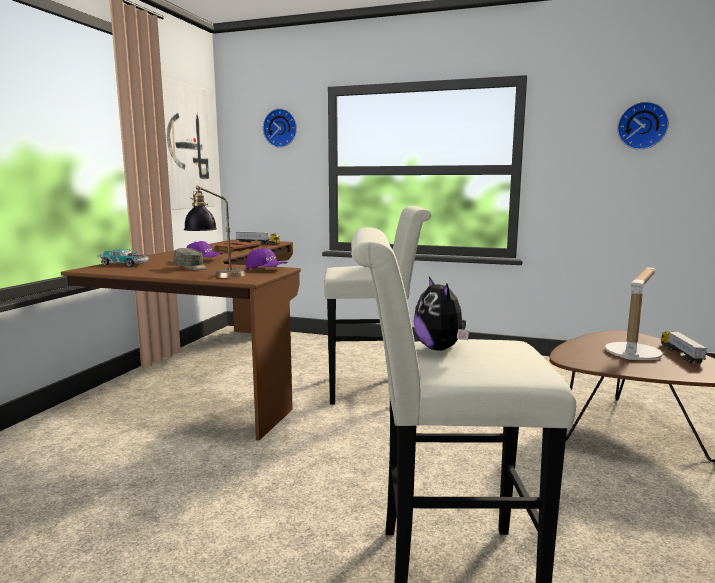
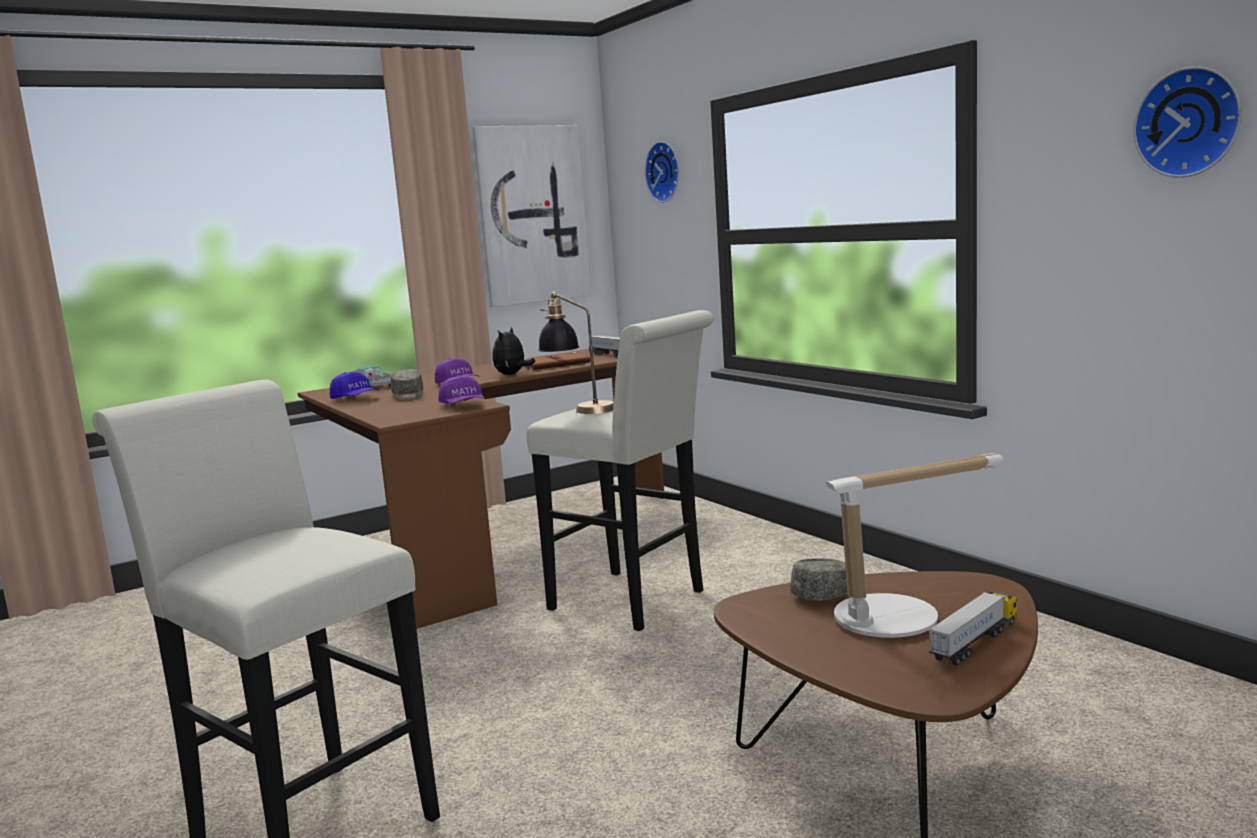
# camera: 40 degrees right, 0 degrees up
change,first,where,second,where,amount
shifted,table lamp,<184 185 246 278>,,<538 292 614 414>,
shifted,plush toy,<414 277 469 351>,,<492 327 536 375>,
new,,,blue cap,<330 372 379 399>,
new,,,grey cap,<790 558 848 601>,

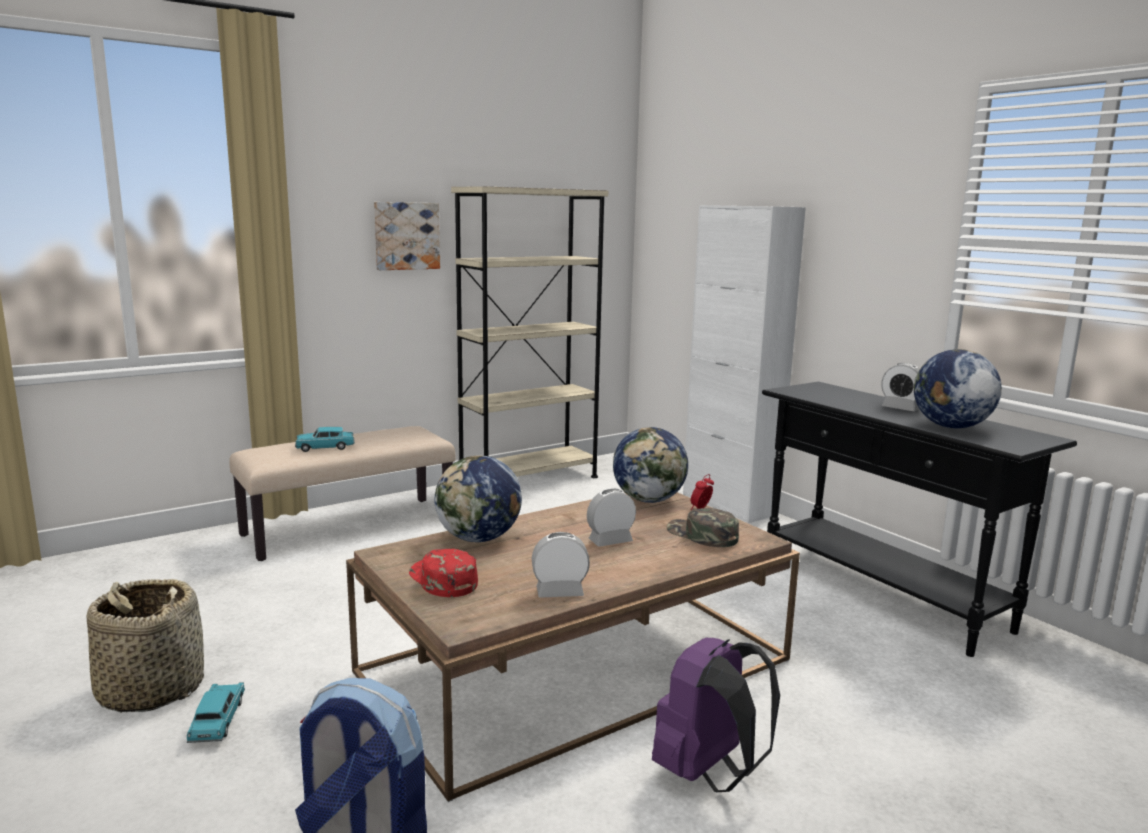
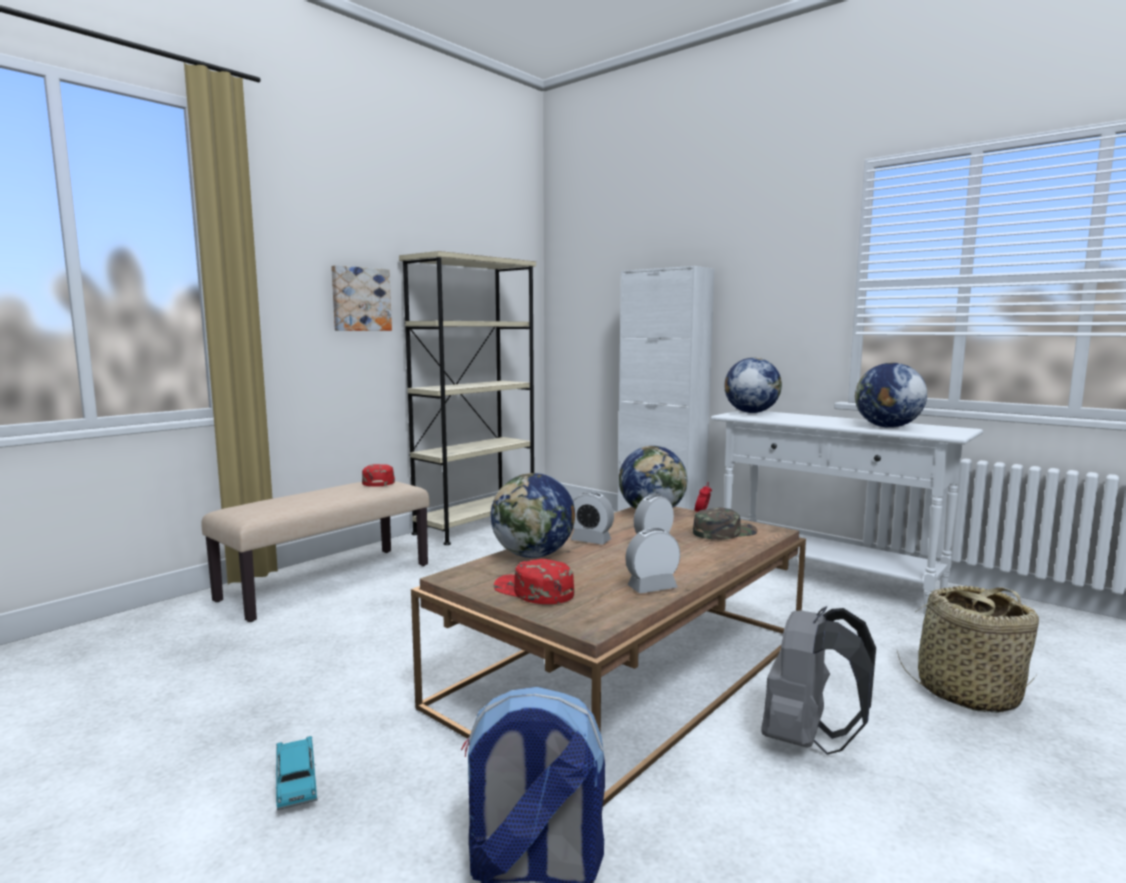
# camera: 15 degrees left, 5 degrees down
change,first,where,second,where,amount
shifted,alarm clock,<881 363 920 411>,,<571 492 614 544>,
repainted,black console table,<762 382 1077 657>,white console table,<711 410 983 614>,
gone,turquoise toy car,<295 427 355 452>,,,
rotated,green cap,<667 508 739 547>,,<693 508 758 540>,120 degrees clockwise
shifted,basket,<87 579 204 713>,,<897 586 1039 713>,
repainted,purple backpack,<652 638 780 792>,grey backpack,<761 606 876 755>,
new,,,globe,<724 358 782 413>,
new,,,red cap,<362 464 395 487>,

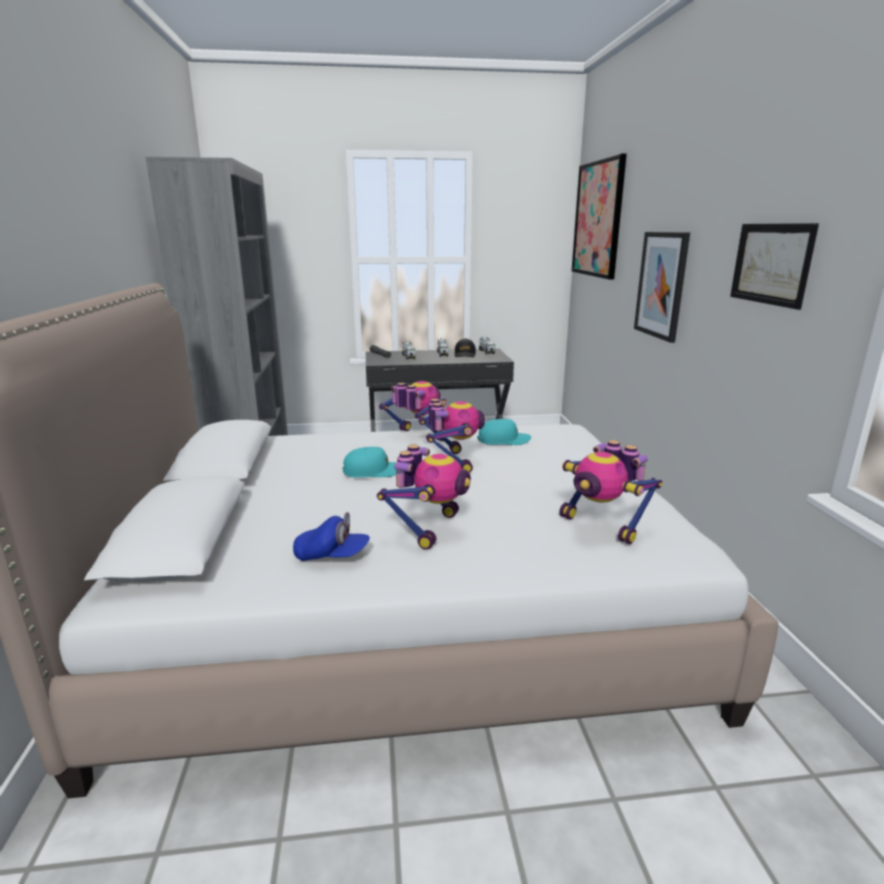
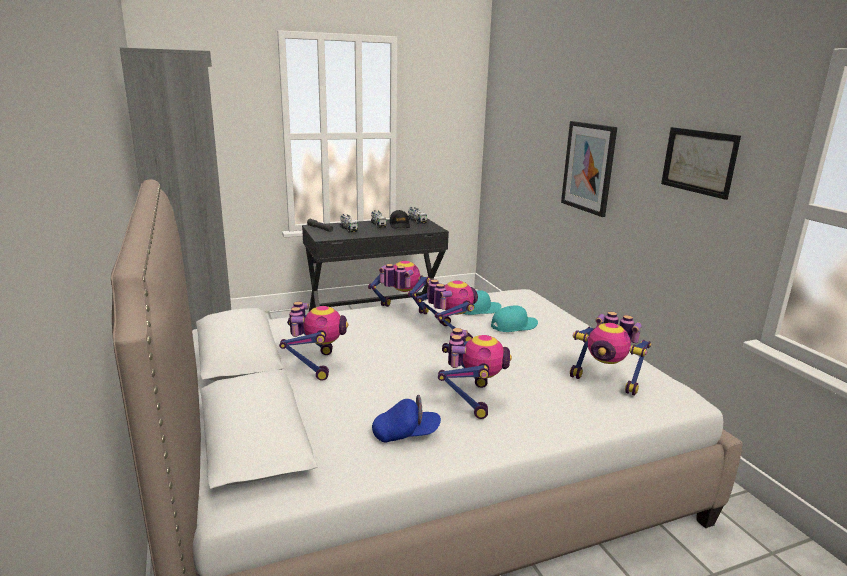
# camera: 15 degrees left, 0 degrees up
change,first,where,second,where,amount
gone,picture,<572 153 627 280>,,,
shifted,turquoise cap,<343 447 397 478>,,<491 305 538 332>,
new,,,toy robot,<279 301 348 381>,

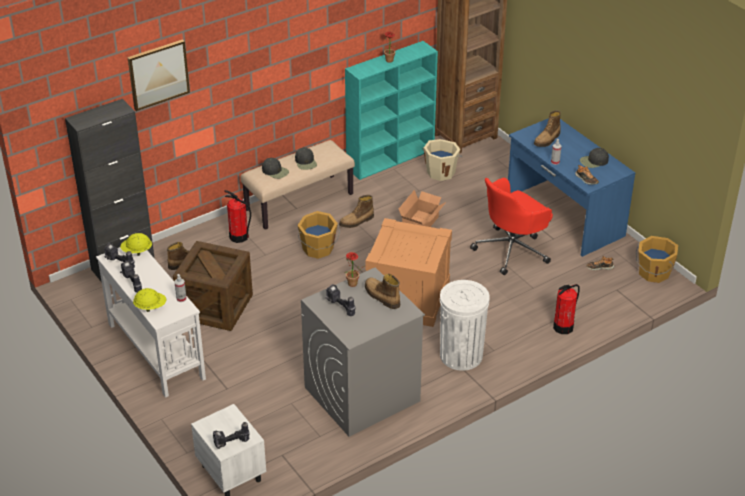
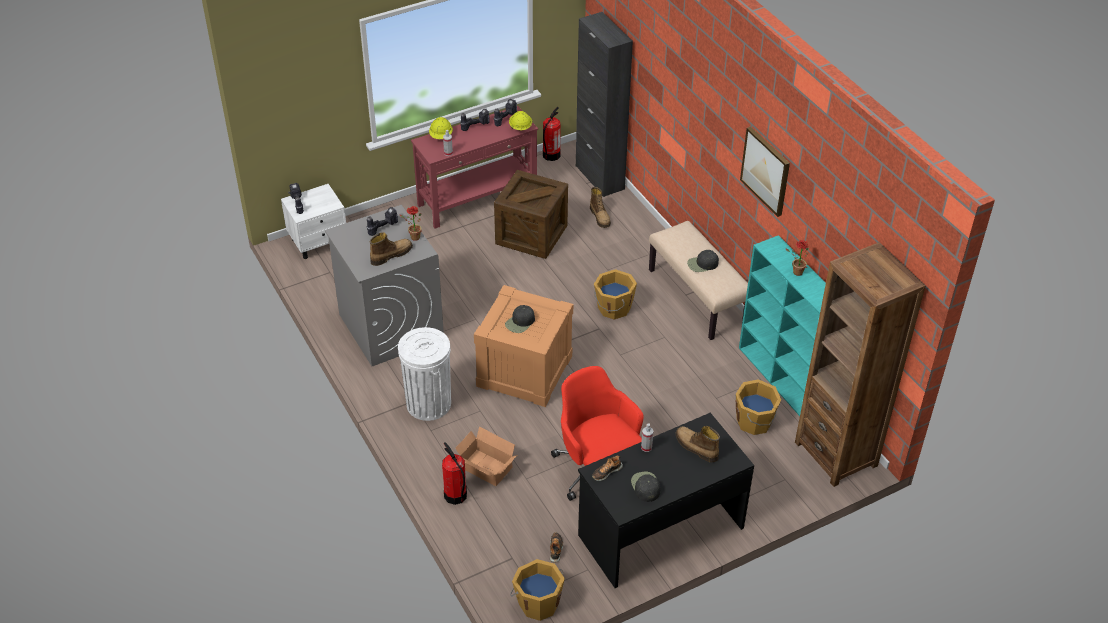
# camera: 95 degrees right, 5 degrees up
change,first,where,second,where,amount
shifted,picture,<127 39 190 111>,,<740 127 790 217>,
repainted,blue desk,<508 118 635 257>,black desk,<578 413 754 588>,
repainted,beige bucket,<422 139 463 181>,orange bucket,<736 379 781 435>,
shifted,black cap,<262 158 289 179>,,<505 305 535 333>,
shifted,fire extinguisher,<224 190 251 243>,,<543 107 561 161>,
shifted,cardboard box,<399 190 446 227>,,<455 427 517 486>,
gone,boot,<339 195 374 228>,,,
repainted,white console table,<96 247 206 398>,red console table,<411 106 538 229>,

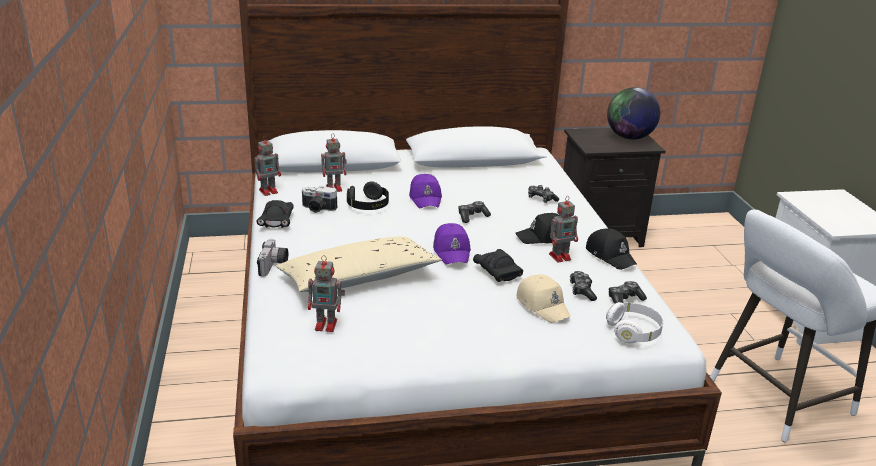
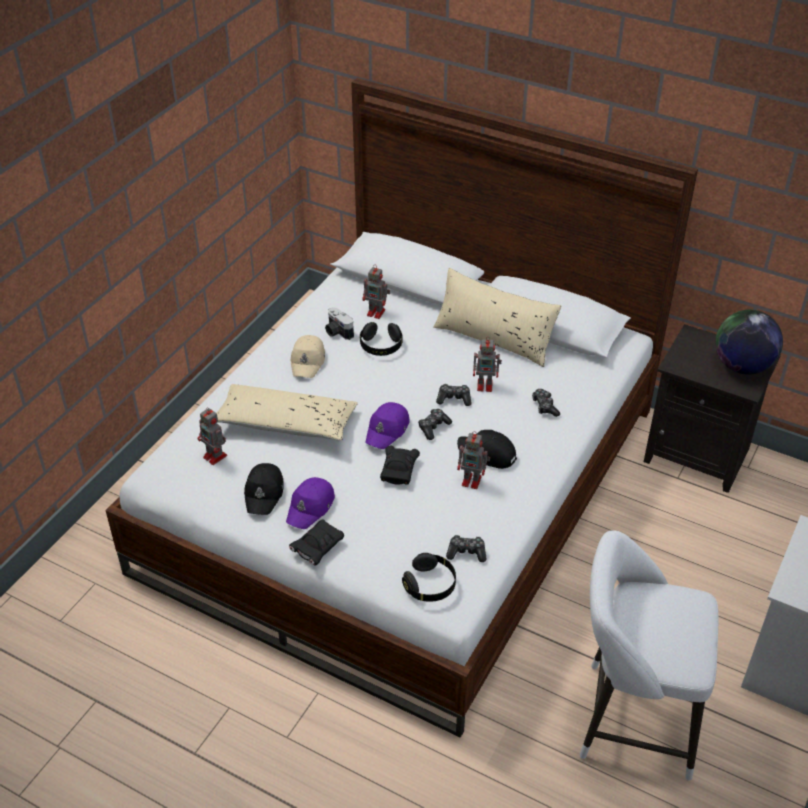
# camera: 40 degrees right, 15 degrees up
change,first,where,second,where,amount
shifted,toy robot,<254 137 281 196>,,<473 337 502 392>,
shifted,purple cap,<409 174 442 208>,,<286 477 335 529>,
shifted,black toy car,<256 200 294 228>,,<289 519 344 566>,
shifted,black cap,<586 228 637 270>,,<244 463 284 515>,
gone,photo camera,<257 239 288 277>,,,
shifted,game controller,<570 271 597 301>,,<418 409 452 440>,
shifted,beige cap,<517 274 571 323>,,<290 335 325 378>,
repainted,white headphones,<606 302 663 344>,black headphones,<402 553 456 602>,
new,,,beige pillow,<433 268 561 367>,

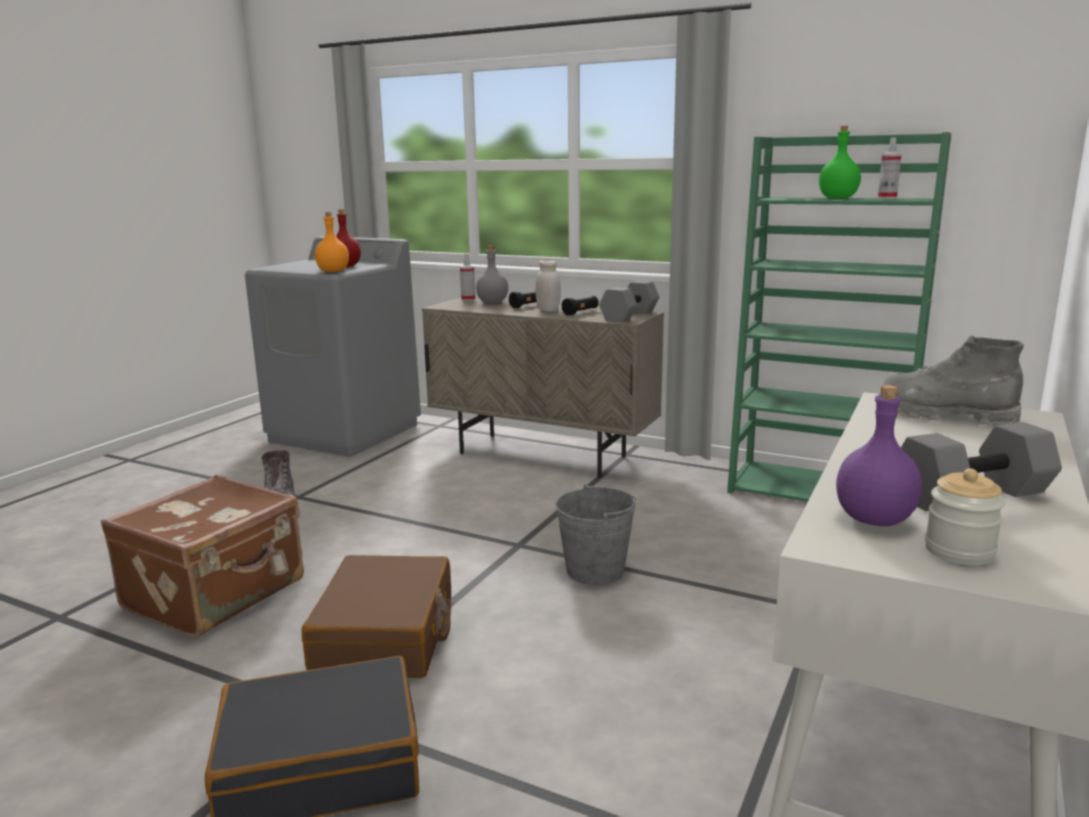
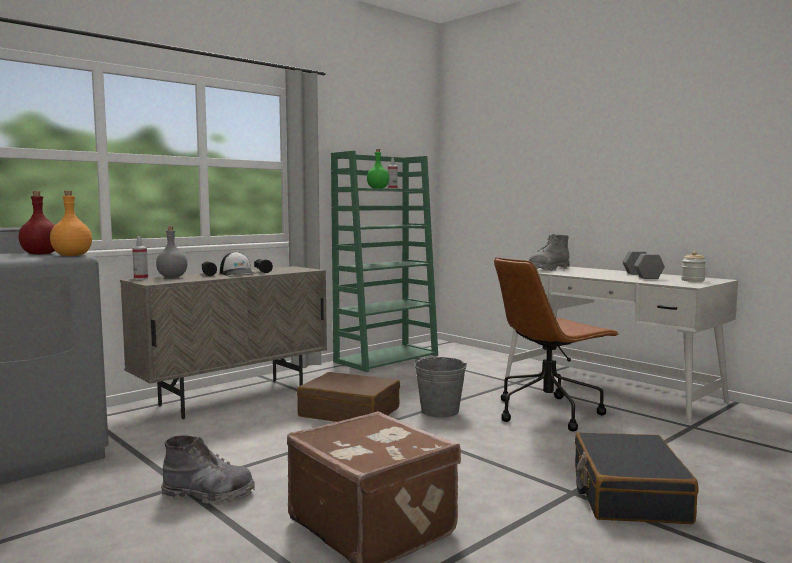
# camera: 70 degrees left, 10 degrees down
change,first,where,second,where,amount
swapped,white jar,<536 260 561 312>,cap,<220 252 256 276>,
gone,grey dumbbell,<599 280 659 323>,,,
gone,purple bottle,<836 385 922 526>,,,
shifted,brown suitcase,<302 555 451 678>,,<297 372 400 422>,
new,,,brown office chair,<494 257 619 432>,

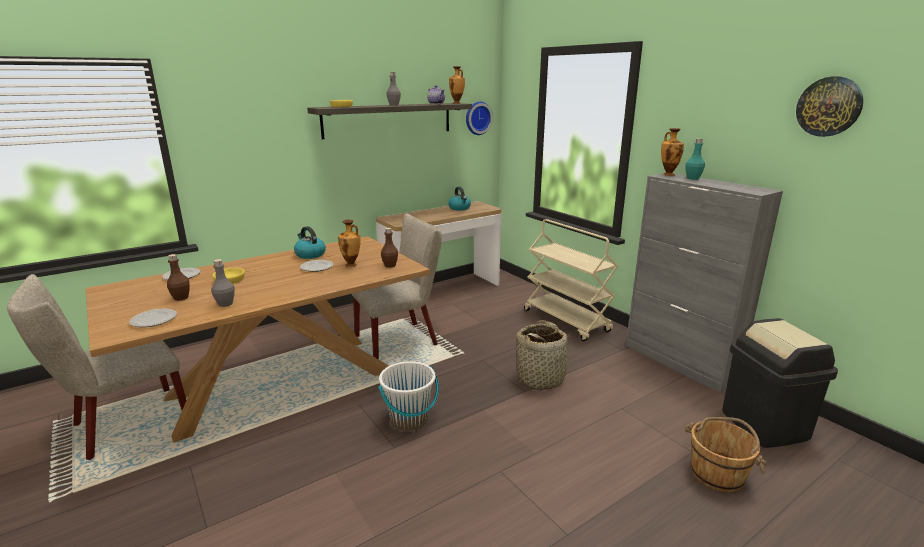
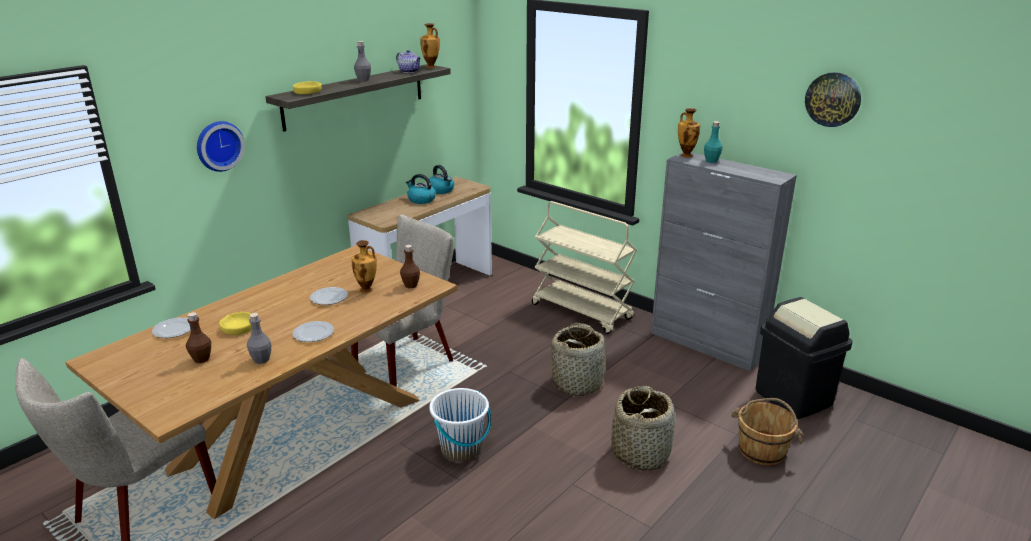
# camera: 15 degrees left, 5 degrees up
change,first,where,second,where,amount
shifted,wall clock,<466 101 493 135>,,<197 121 245 172>,
shifted,kettle,<294 226 326 259>,,<406 174 436 204>,
shifted,plate,<129 309 177 327>,,<292 321 334 342>,
new,,,basket,<612 386 675 470>,

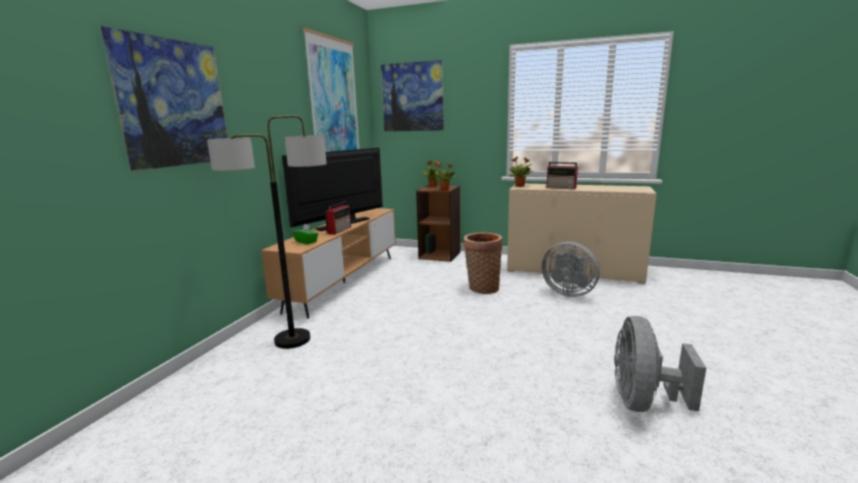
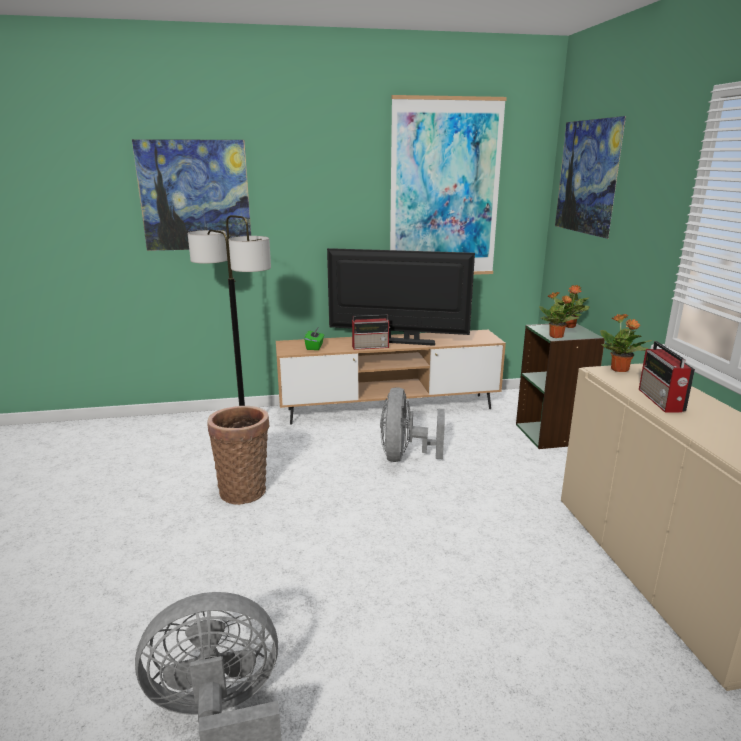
# camera: 60 degrees right, 5 degrees up
change,first,where,second,where,amount
repainted,brown bookcase,<416 185 460 262>,green bookcase,<516 323 605 449>,
shifted,basket,<464 232 503 294>,,<207 406 269 505>,
shifted,grey fan,<542 241 600 297>,,<380 387 445 462>,

